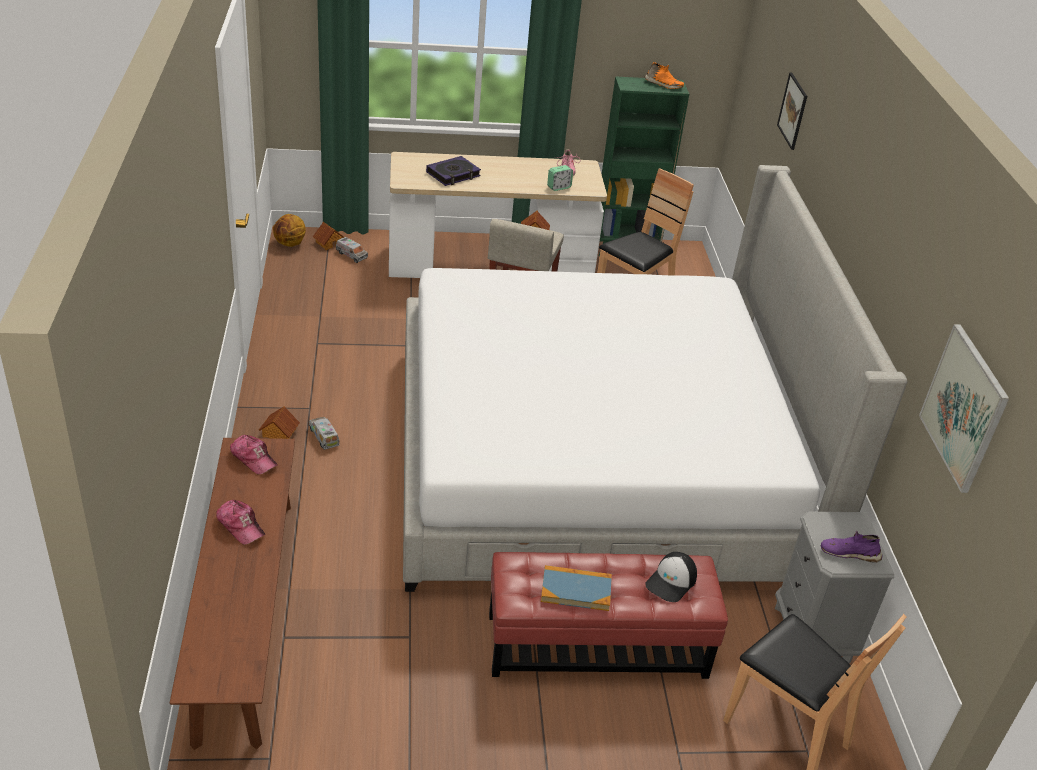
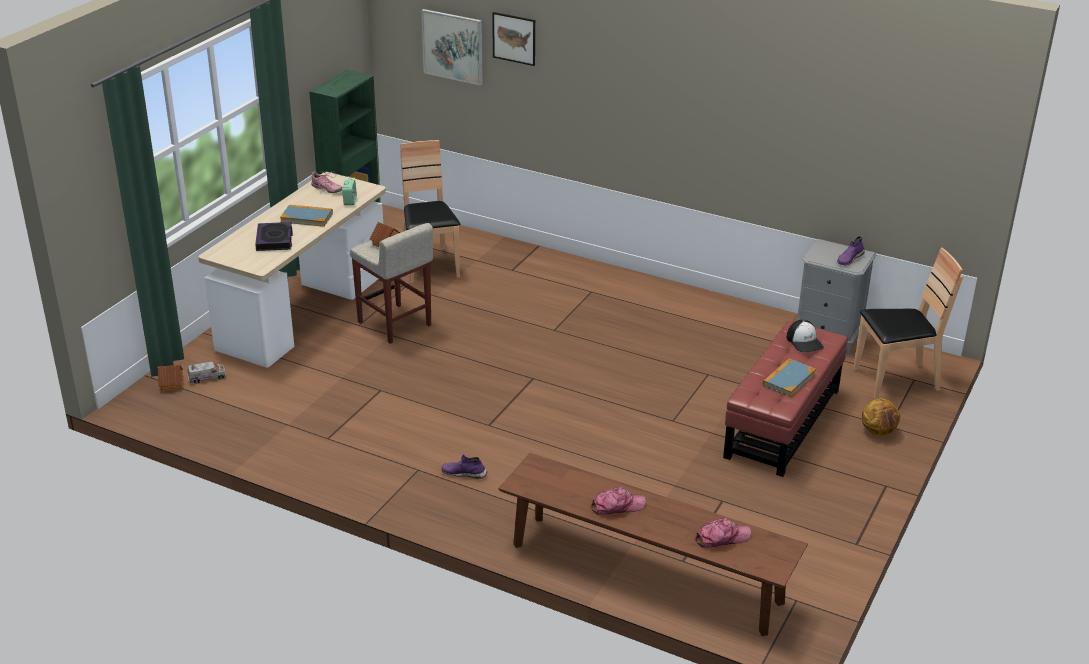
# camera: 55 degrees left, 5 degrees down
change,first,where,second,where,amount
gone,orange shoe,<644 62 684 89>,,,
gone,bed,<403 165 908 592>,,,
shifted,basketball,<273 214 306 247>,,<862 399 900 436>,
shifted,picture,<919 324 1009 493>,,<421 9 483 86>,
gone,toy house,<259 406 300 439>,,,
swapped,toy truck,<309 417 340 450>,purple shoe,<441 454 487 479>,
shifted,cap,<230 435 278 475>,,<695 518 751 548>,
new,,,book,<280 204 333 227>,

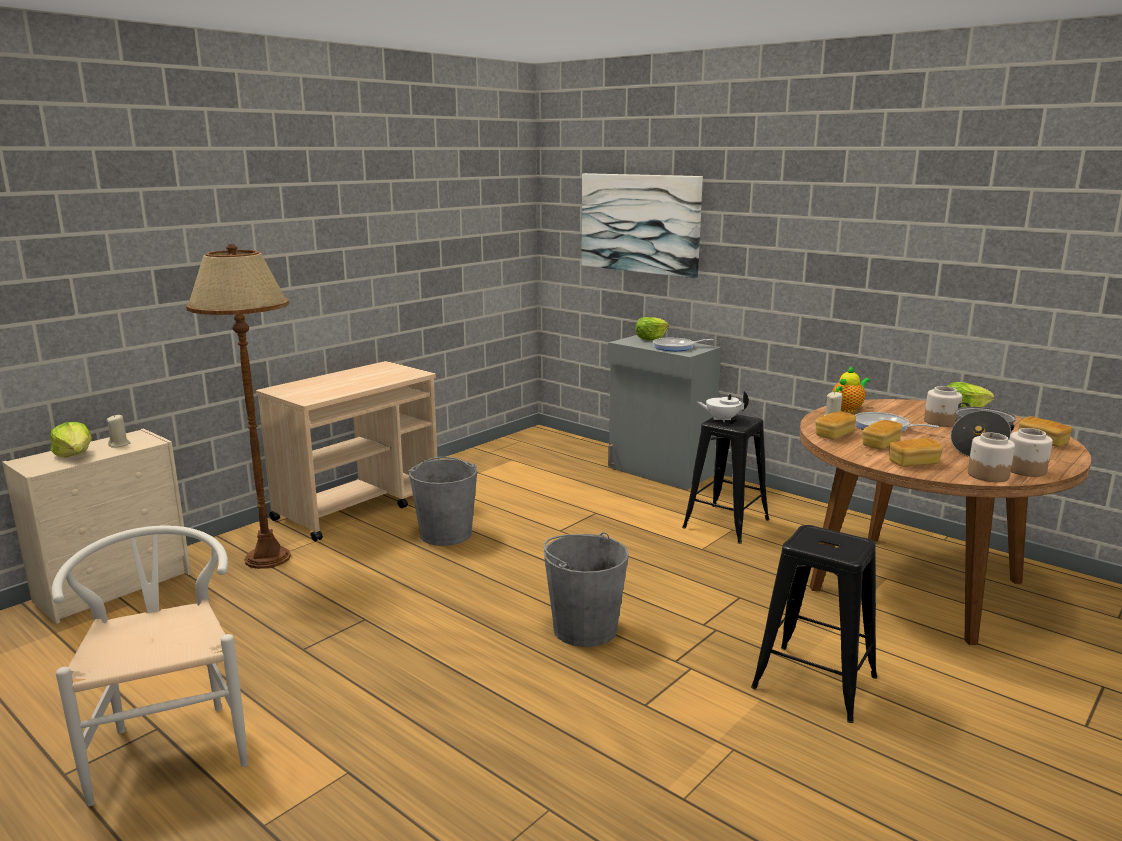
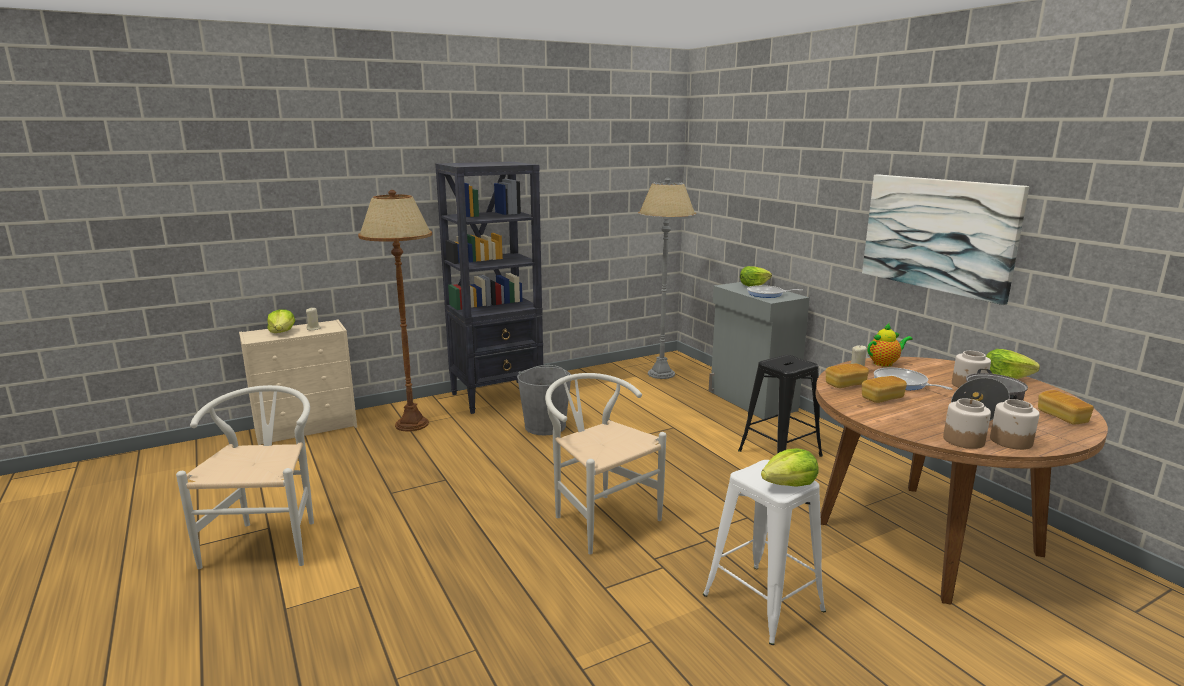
# camera: 20 degrees right, 0 degrees up
change,first,where,second,where,amount
shifted,picture,<581 173 703 278>,,<862 175 1030 305>,
swapped,beige cart,<256 361 438 542>,black bookcase,<435 161 543 414>,
gone,white teapot,<697 390 749 422>,,,
gone,bread,<889 438 943 467>,,,
repainted,black stool,<751 525 877 723>,white stool,<703 460 826 645>,
swapped,grey bucket,<543 532 629 647>,white chair,<545 373 666 555>,
new,,,grey floor lamp,<638 178 696 379>,
new,,,lettuce,<761 448 819 487>,

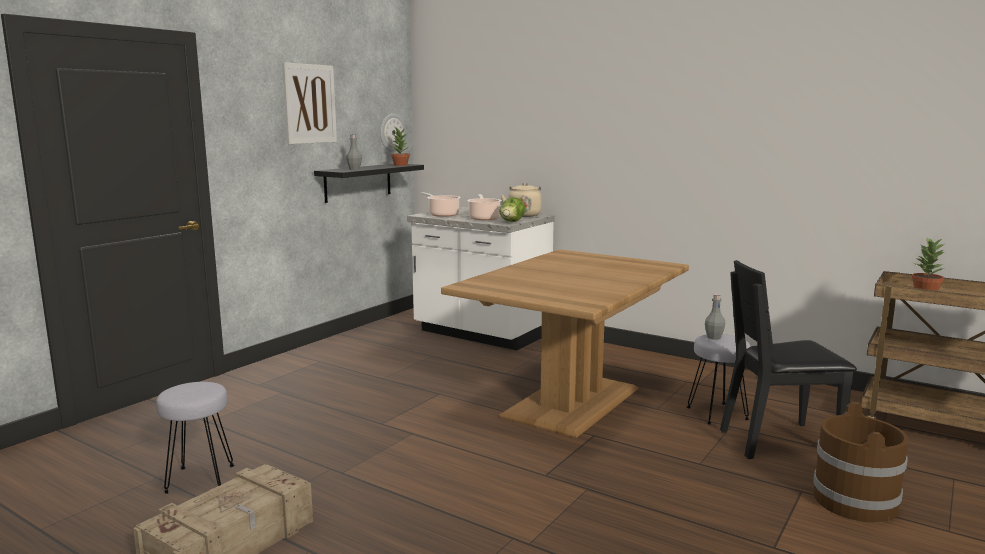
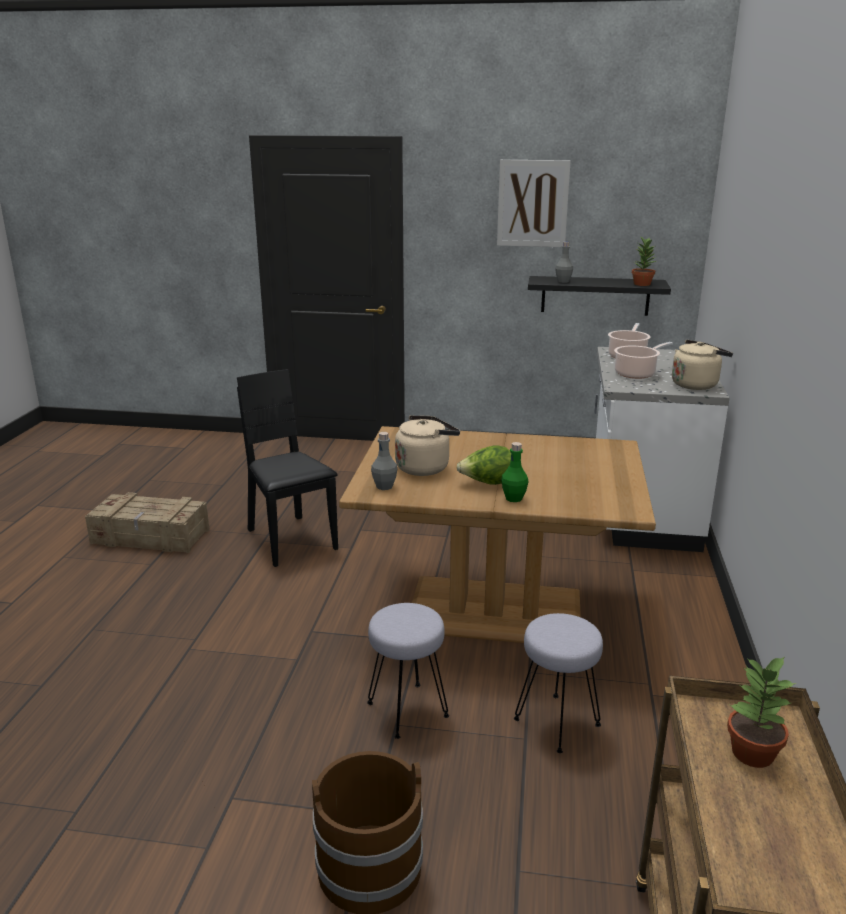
# camera: 65 degrees right, 10 degrees up
change,first,where,second,where,amount
gone,wall clock,<380 113 406 152>,,,
shifted,lettuce,<499 197 525 222>,,<456 446 511 485>,
shifted,black chair,<720 260 857 459>,,<237 369 338 567>,
shifted,grey bottle,<705 294 726 340>,,<371 432 398 490>,
shifted,grey stool,<156 382 234 494>,,<367 603 449 739>,
new,,,beige kettle,<395 415 460 476>,
new,,,green bottle,<501 442 528 502>,

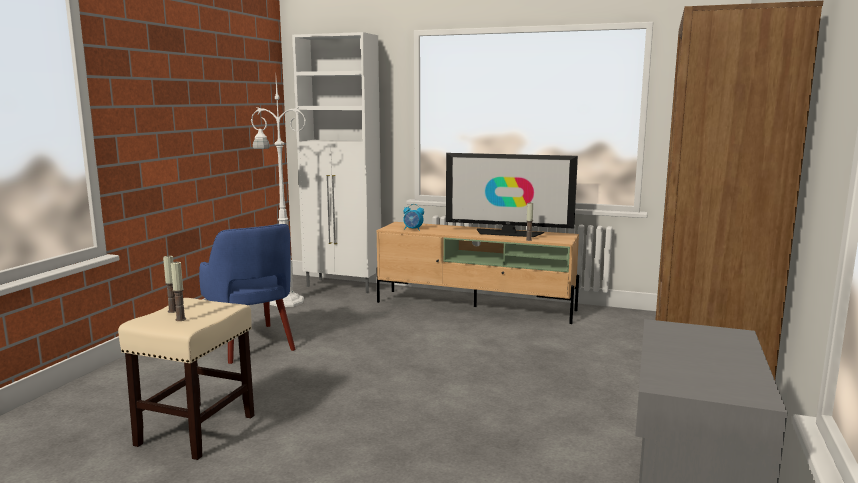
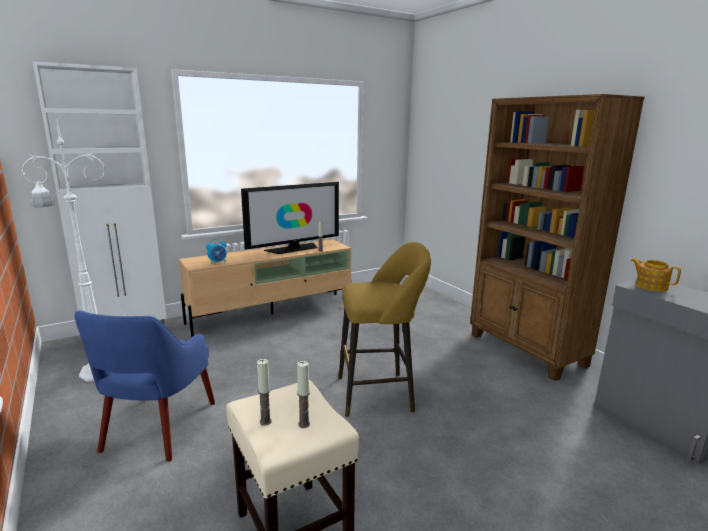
# camera: 50 degrees left, 5 degrees up
change,first,where,second,where,amount
rotated,blue armchair,<199 224 296 364>,,<74 310 215 462>,90 degrees clockwise
new,,,yellow stool,<338 242 431 417>,
new,,,teapot,<631 258 681 292>,

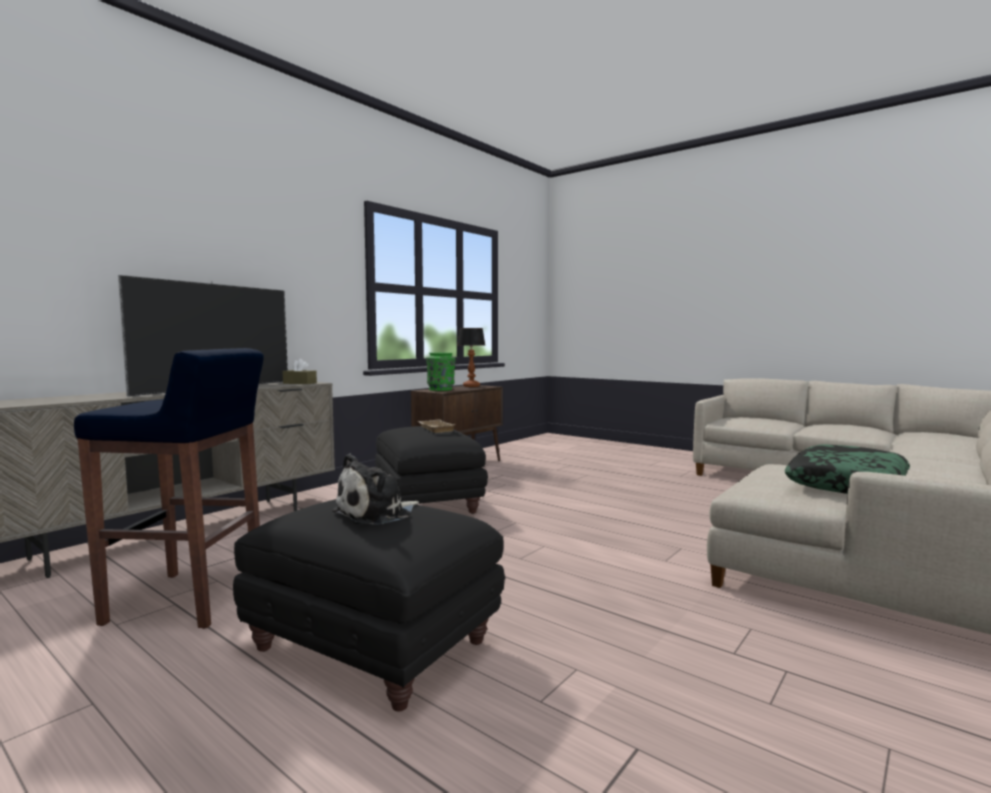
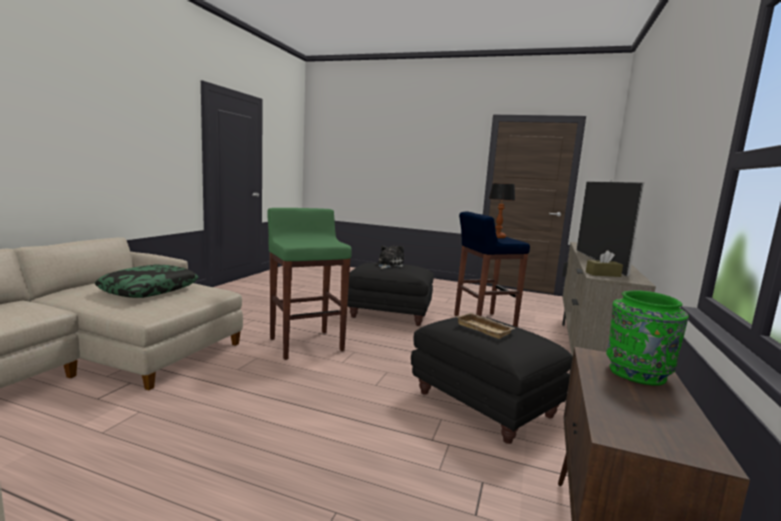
# camera: 160 degrees right, 5 degrees up
change,first,where,second,where,amount
shifted,table lamp,<457 328 485 387>,,<489 183 516 238>,
new,,,green stool,<267 208 352 360>,

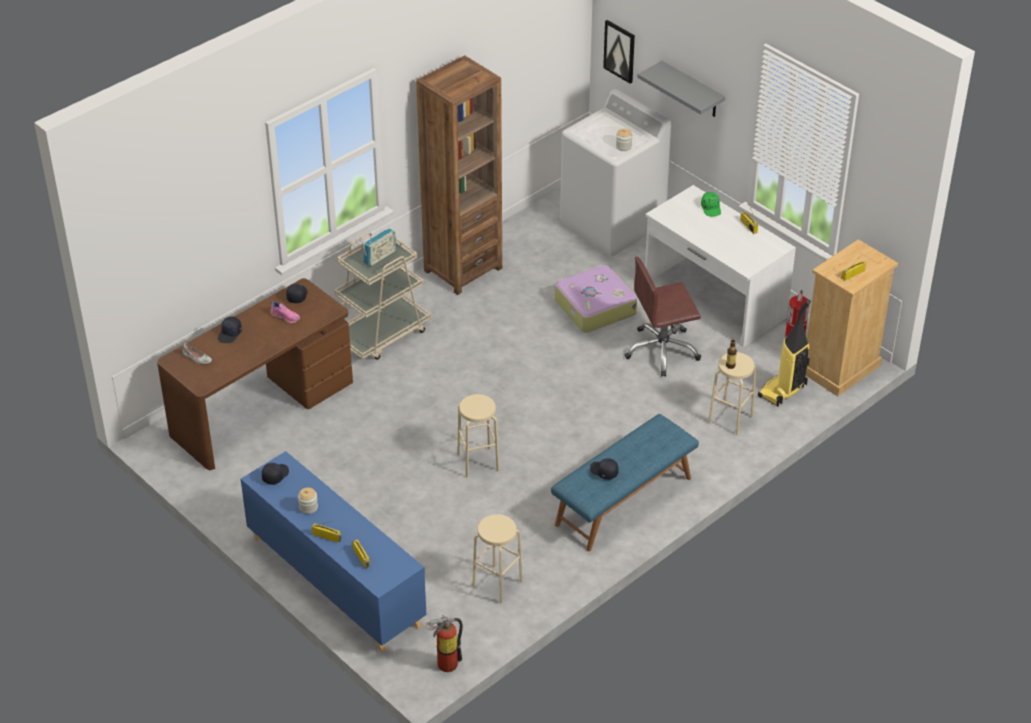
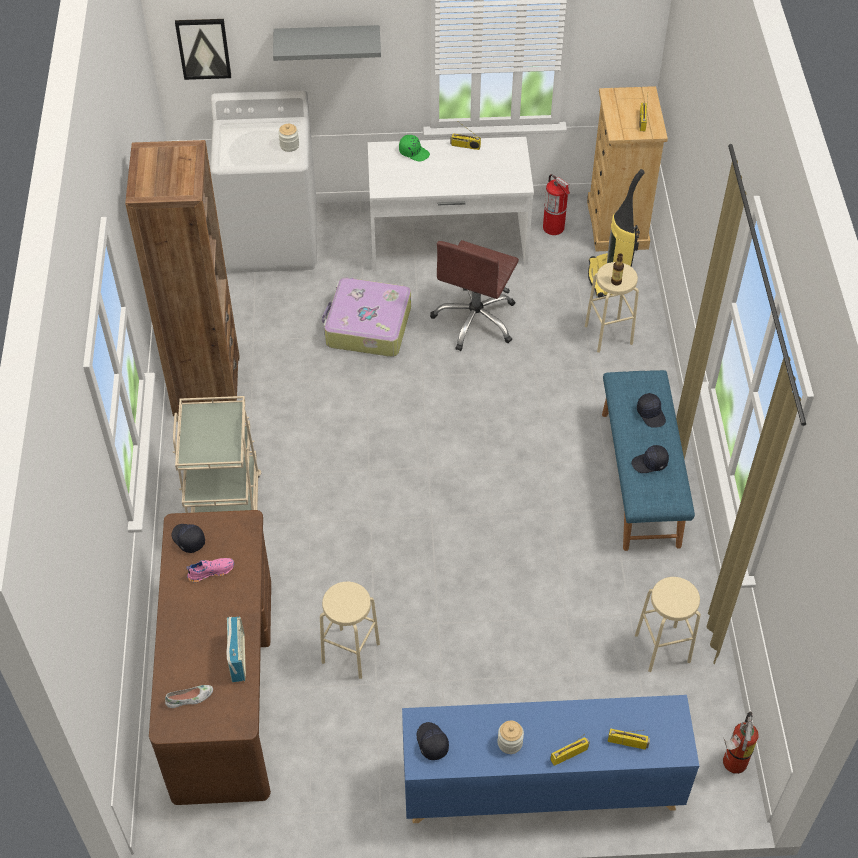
# camera: 50 degrees left, 10 degrees up
change,first,where,second,where,amount
shifted,radio,<363 228 397 267>,,<226 617 246 682>,
shifted,black cap,<218 316 242 343>,,<637 393 666 428>,
shifted,beige stool,<457 394 500 478>,,<320 582 380 679>,

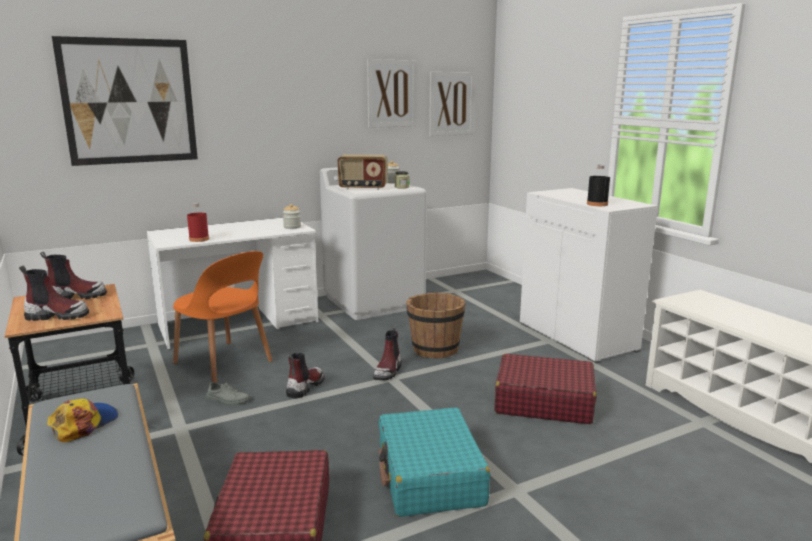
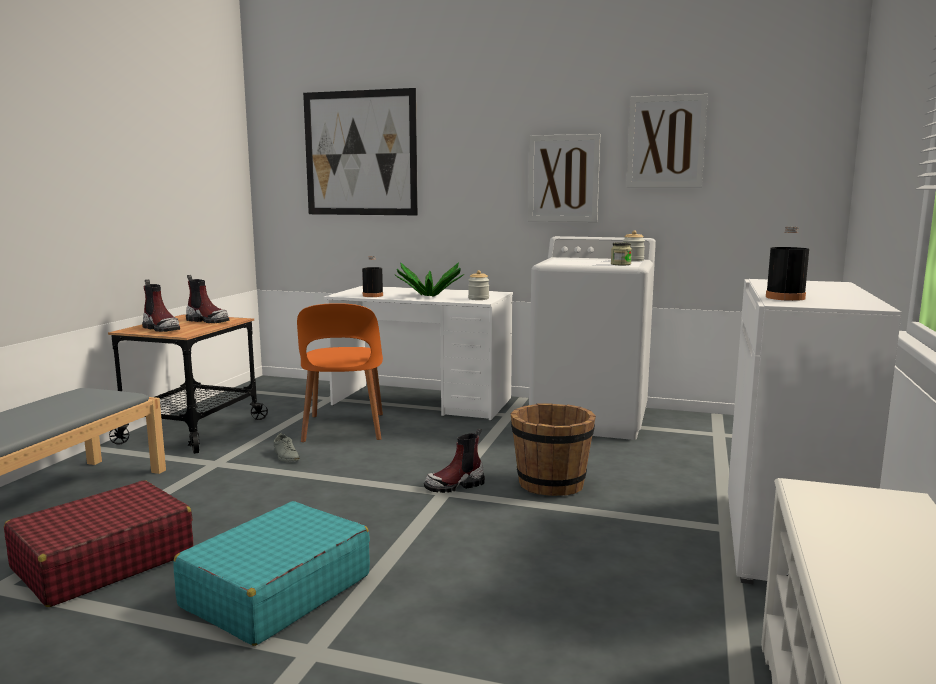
# camera: 45 degrees right, 5 degrees down
change,first,where,second,where,amount
shifted,picture,<429 72 475 136>,,<528 134 600 222>,
gone,radio,<337 154 388 190>,,,
repainted,red bottle,<187 203 209 242>,black bottle,<362 256 383 297>,
gone,boot,<286 353 324 398>,,,
gone,red suitcase,<494 354 597 424>,,,
gone,cap,<47 398 118 442>,,,
new,,,potted plant,<394 262 464 297>,

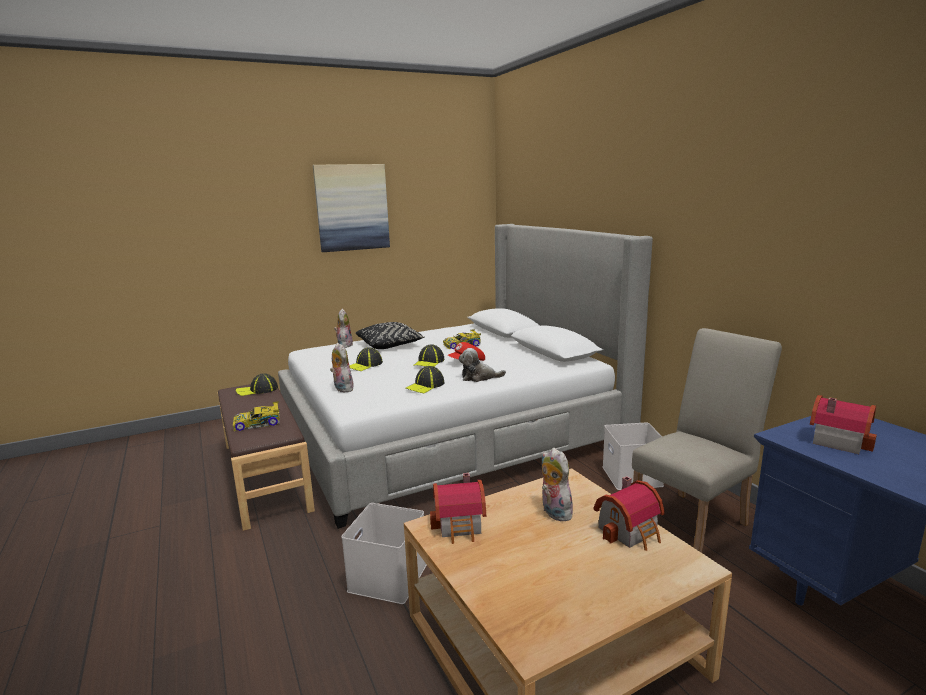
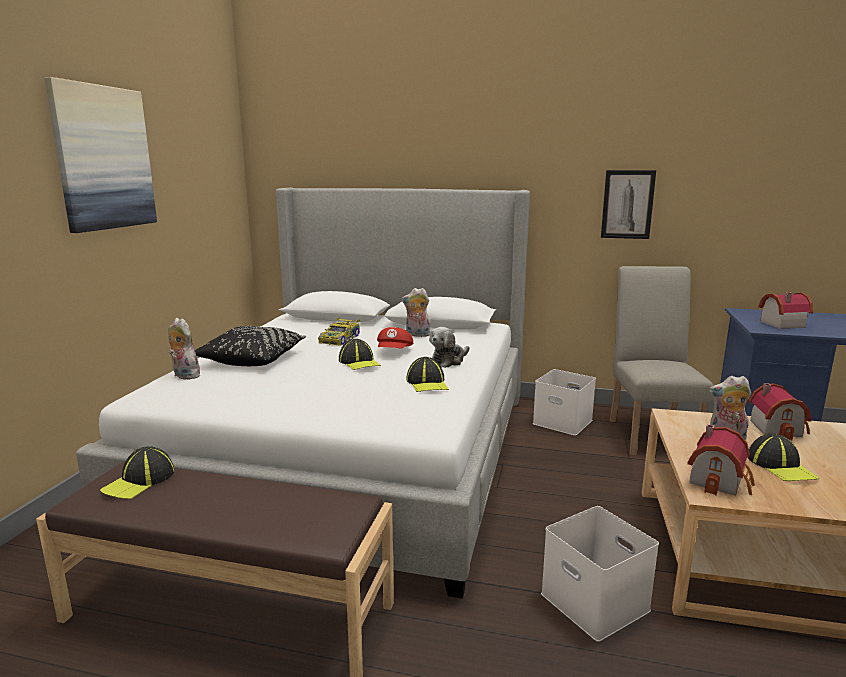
# camera: 50 degrees left, 0 degrees up
change,first,where,second,where,amount
shifted,plush toy,<330 343 354 393>,,<402 288 431 337>,
shifted,cap,<349 347 383 371>,,<748 433 819 481>,
gone,toy car,<233 401 280 431>,,,
new,,,picture,<601 170 656 239>,

